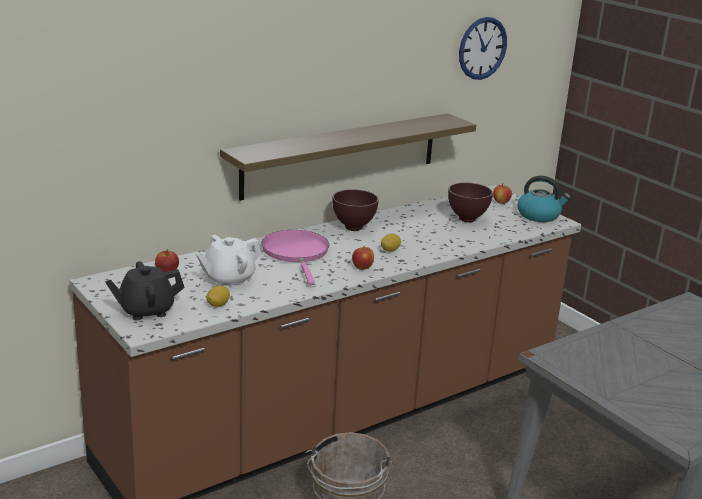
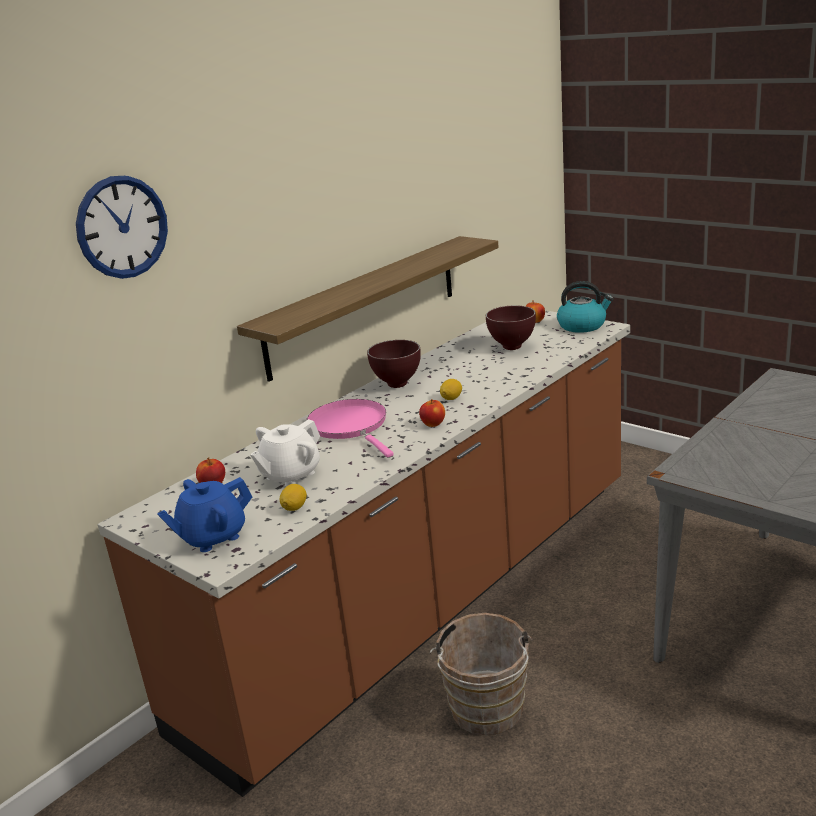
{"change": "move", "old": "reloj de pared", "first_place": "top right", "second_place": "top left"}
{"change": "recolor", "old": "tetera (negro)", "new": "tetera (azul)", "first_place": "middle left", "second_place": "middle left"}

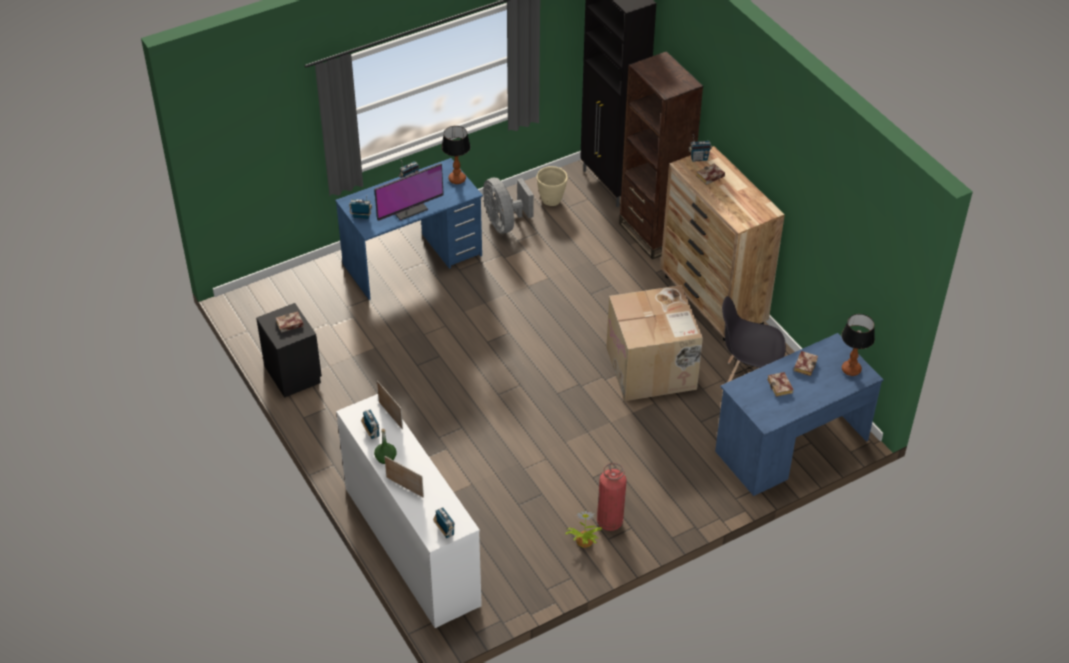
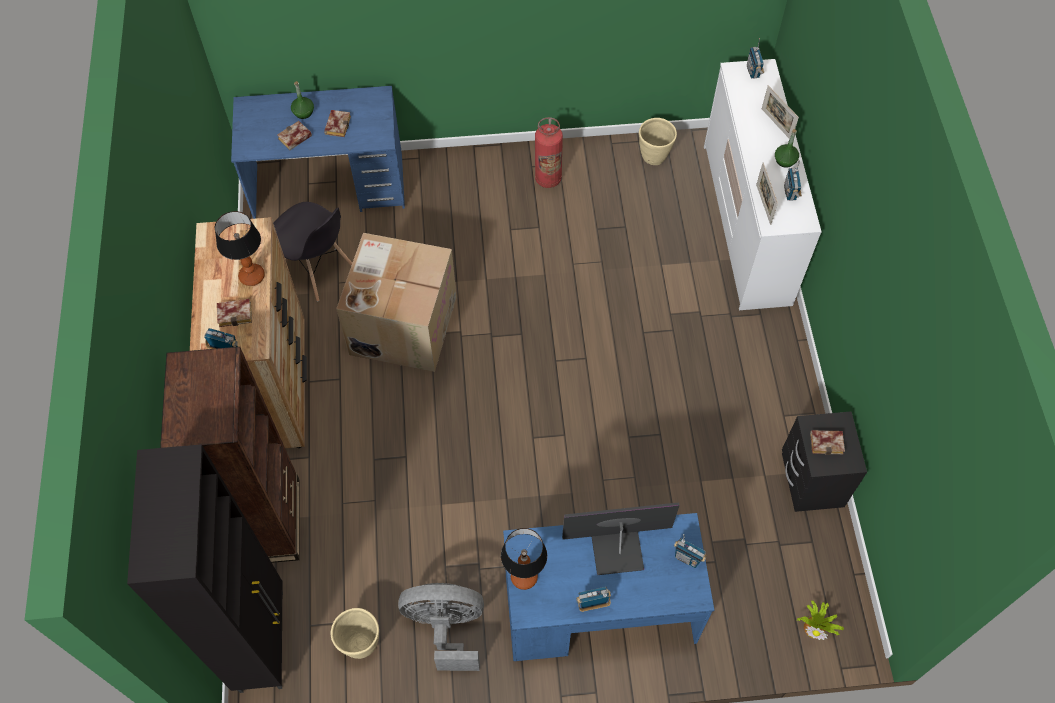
{"change": "rotate", "old": "ventilador (gris)", "first_place": "top centre", "second_place": "bottom centre", "degrees": -90}
{"change": "move", "old": "lámpara de mesa (2nd from left in the first image)", "new": "lámpara de mesa (1st from left)", "first_place": "middle right", "second_place": "middle left"}
{"change": "move", "old": "planta en maceta", "first_place": "bottom centre", "second_place": "bottom right"}
{"change": "insert", "new": "botella (verde) (1st from left)", "second_place": "top left"}
{"change": "insert", "new": "maceta (beis) (2nd from left)", "second_place": "top centre"}

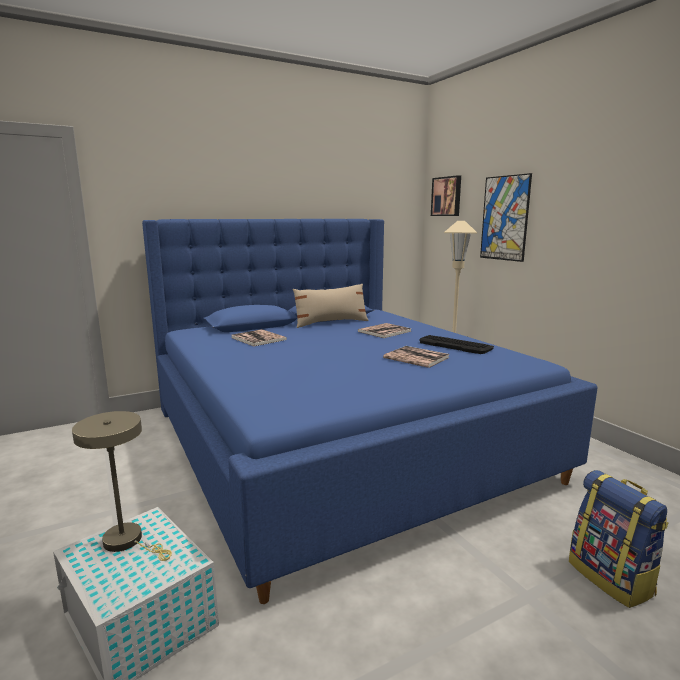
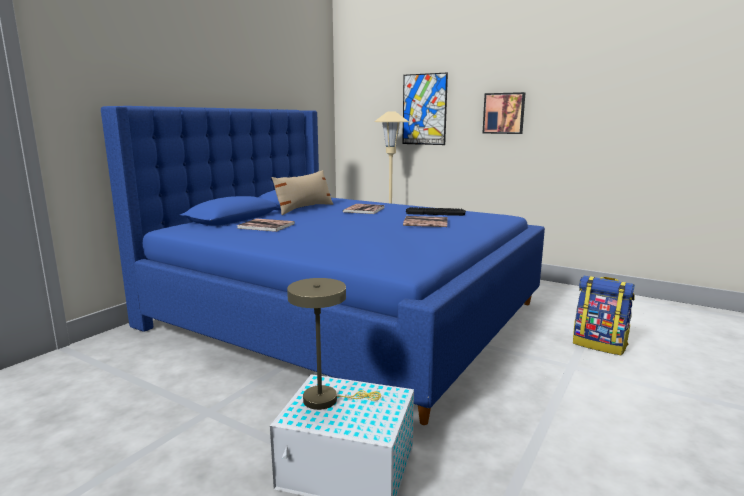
{"change": "move", "old": "cuadro (1st from left in the first image)", "new": "cuadro (2nd from left)", "first_place": "top centre", "second_place": "top right"}

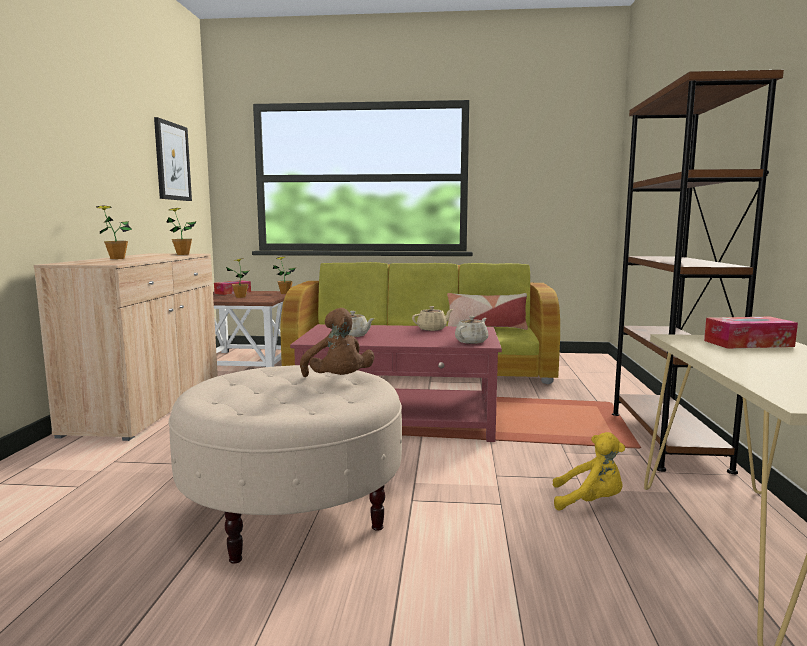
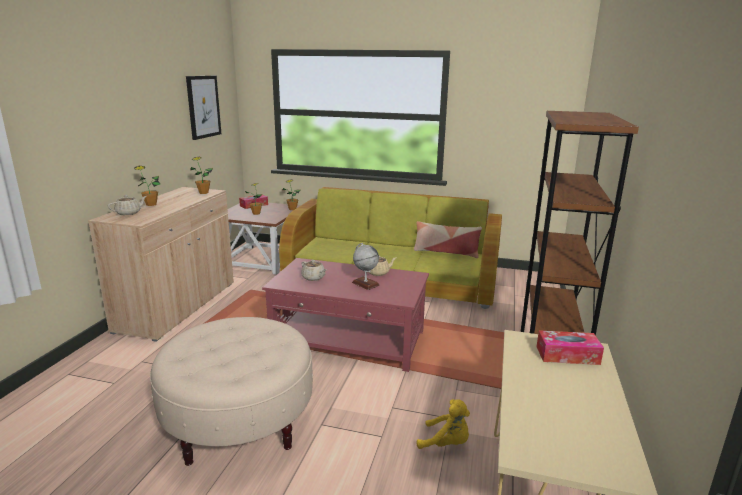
{"change": "delete", "old": "peluche (marrón)", "first_place": "centre"}
{"change": "move", "old": "tetera (beis) (3rd from left in the first image)", "new": "tetera (beis) (1st from left)", "first_place": "centre", "second_place": "middle left"}
{"change": "insert", "new": "globo terráqueo", "second_place": "centre"}

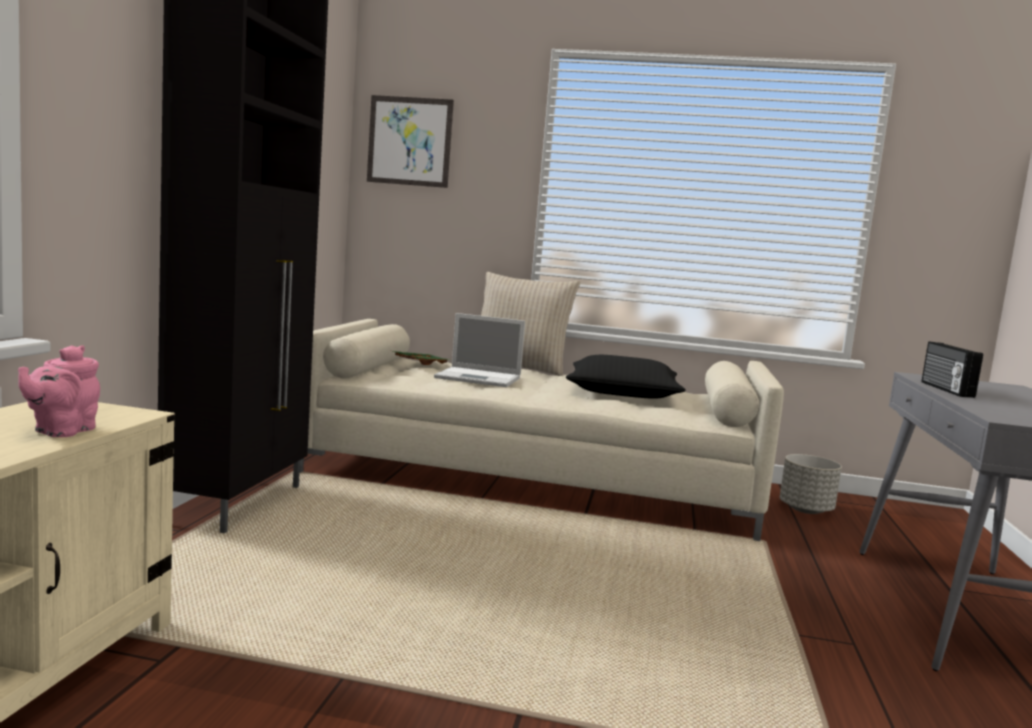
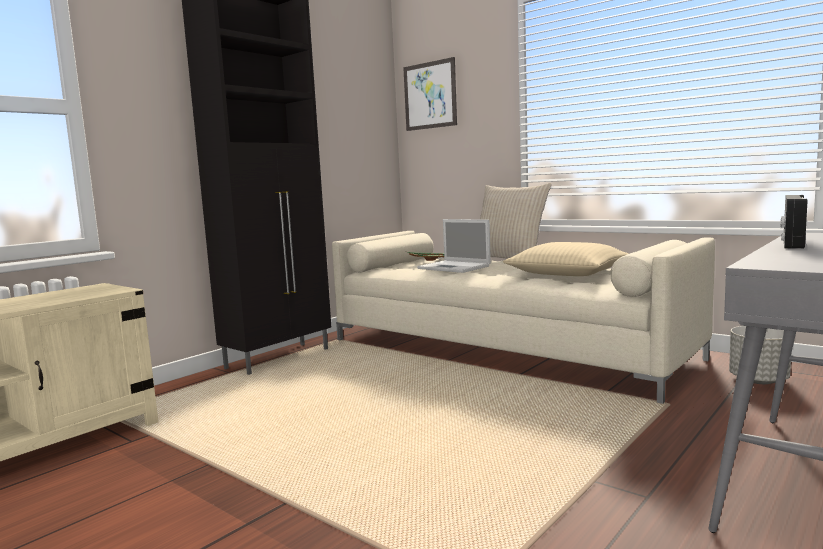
{"change": "delete", "old": "tetera (rosa)", "first_place": "middle left"}
{"change": "recolor", "old": "cojín (negro)", "new": "cojín (beis) (2nd from left)", "first_place": "centre", "second_place": "middle right"}

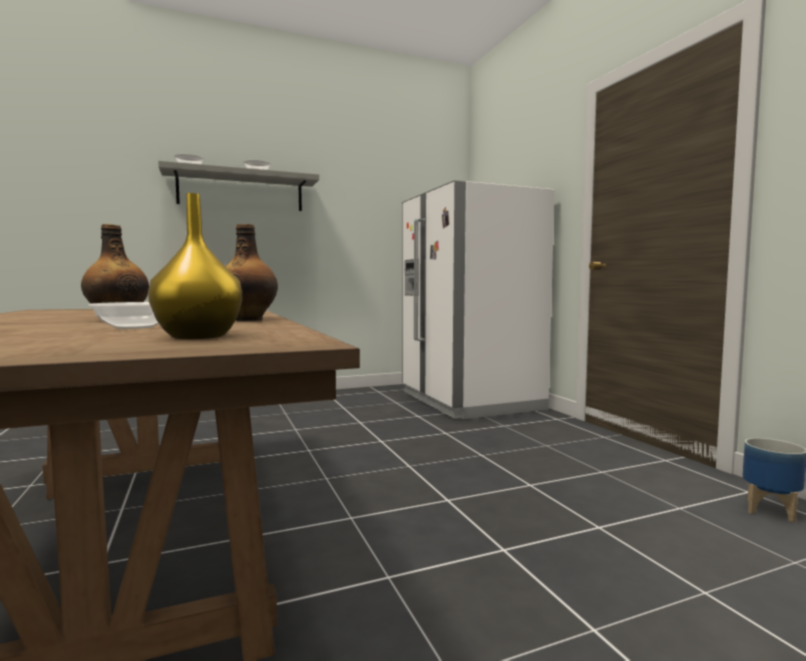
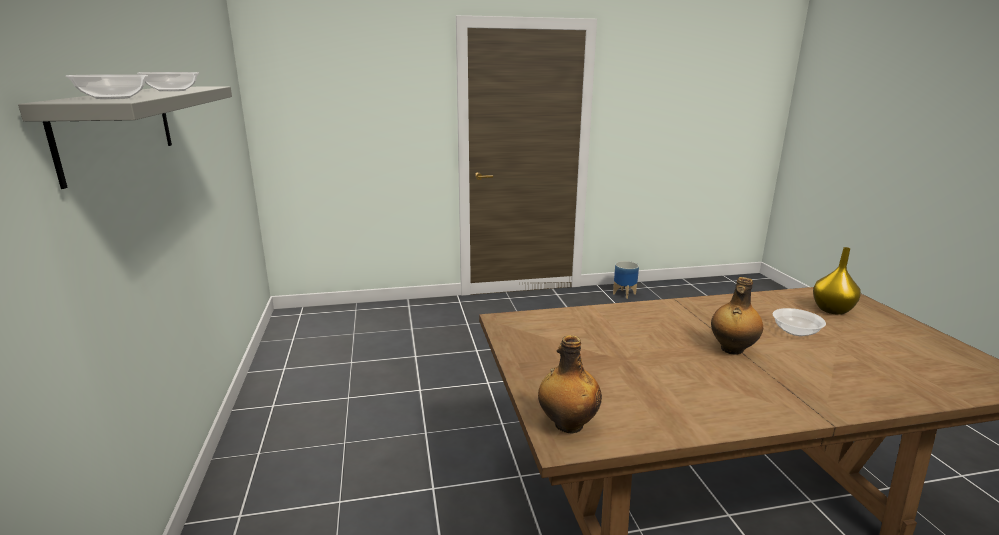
{"change": "delete", "old": "nevera (blanco)", "first_place": "centre"}
{"change": "move", "old": "botella (2nd from left in the first image)", "new": "botella (1st from left)", "first_place": "middle left", "second_place": "bottom centre"}

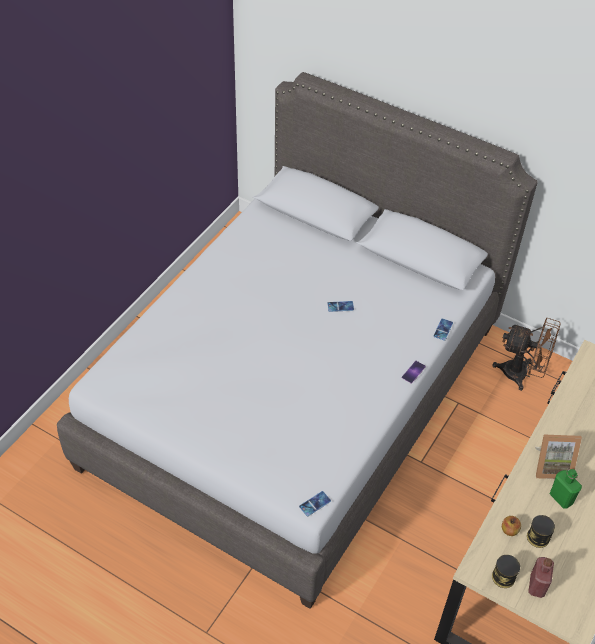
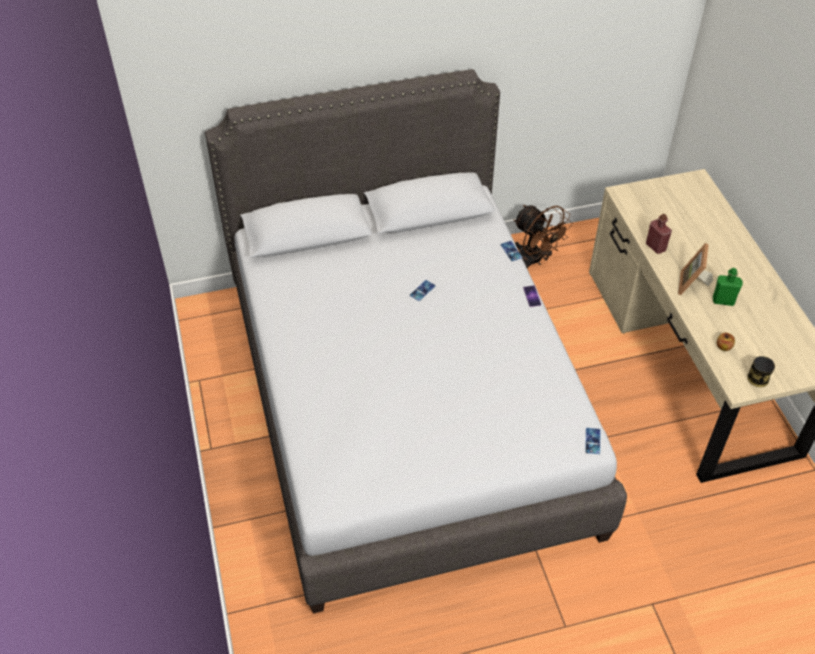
{"change": "rotate", "old": "ventilador (marrón)", "first_place": "middle right", "second_place": "centre", "degrees": 75}
{"change": "rotate", "old": "portarretratos", "first_place": "bottom right", "second_place": "middle right", "degrees": 150}
{"change": "delete", "old": "lata (2nd from left)", "first_place": "bottom right"}
{"change": "move", "old": "botella (rojo)", "first_place": "bottom right", "second_place": "middle right"}

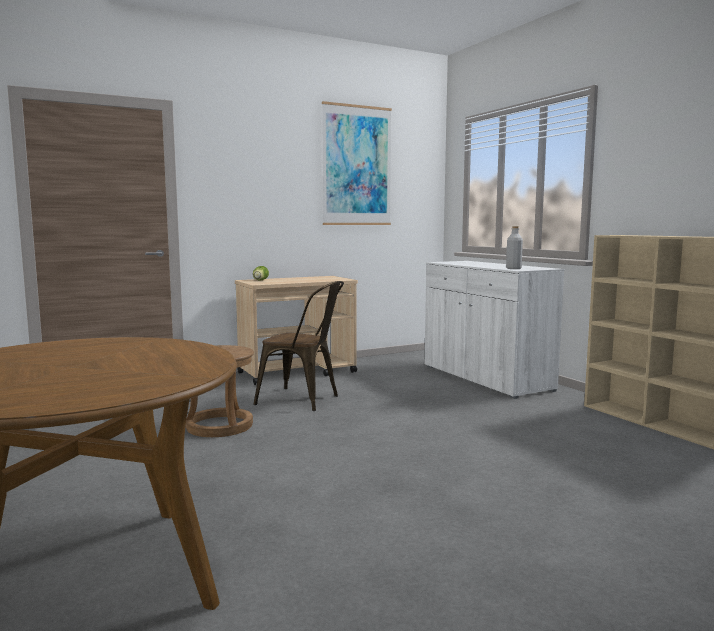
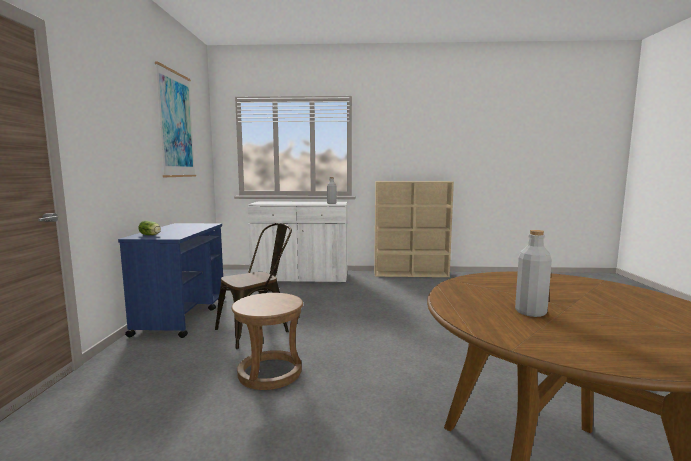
{"change": "recolor", "old": "carrito (beis)", "new": "carrito (azul)", "first_place": "centre", "second_place": "middle left"}
{"change": "insert", "new": "botella (gris) (2nd from left)", "second_place": "middle right"}

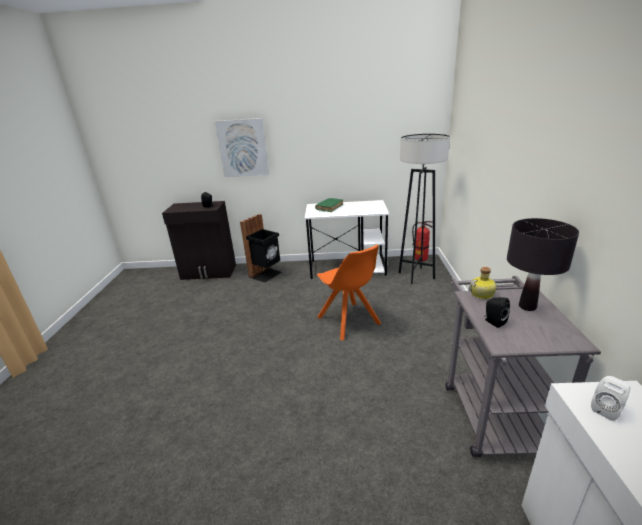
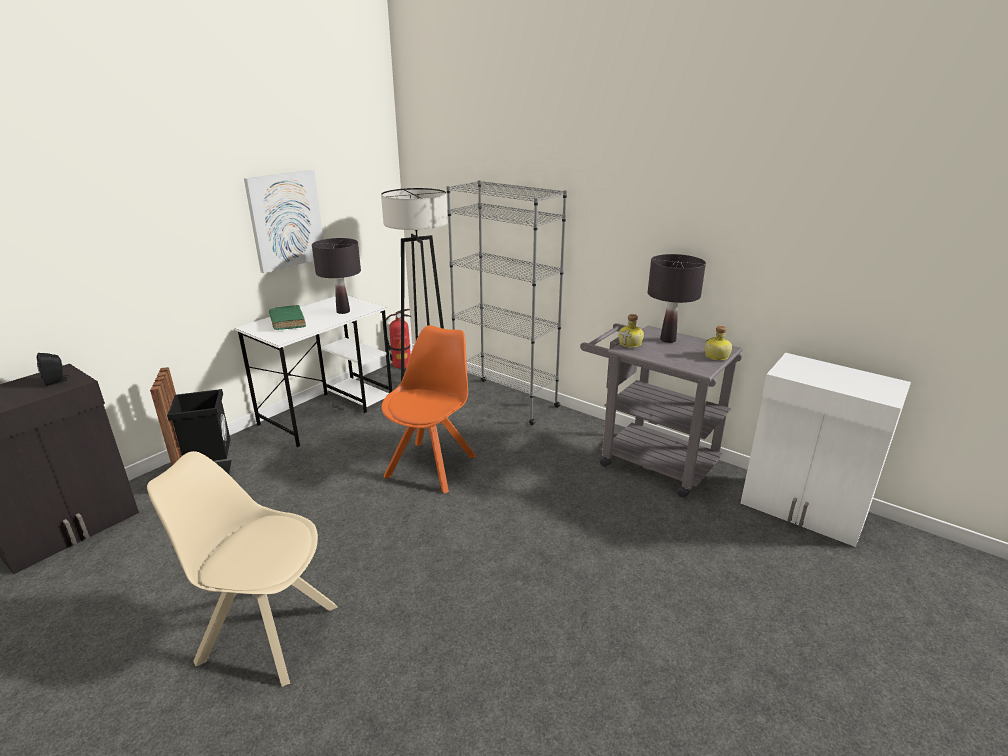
{"change": "move", "old": "cuadro", "first_place": "top centre", "second_place": "top left"}
{"change": "rotate", "old": "silla (naranja)", "first_place": "centre", "second_place": "centre", "degrees": -75}
{"change": "delete", "old": "altavoz (negro) (2nd from left)", "first_place": "middle right"}
{"change": "delete", "old": "altavoz (blanco)", "first_place": "bottom right"}
{"change": "insert", "new": "estantería (gris)", "second_place": "centre"}
{"change": "insert", "new": "lámpara de mesa (negro) (1st from left)", "second_place": "centre"}
{"change": "insert", "new": "botella (2nd from left)", "second_place": "middle right"}
{"change": "insert", "new": "silla (beis)", "second_place": "bottom left"}

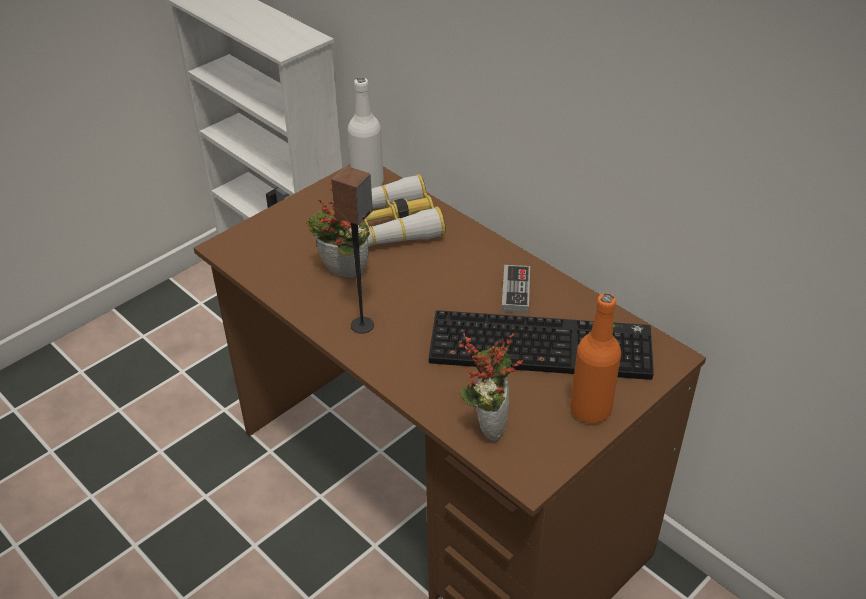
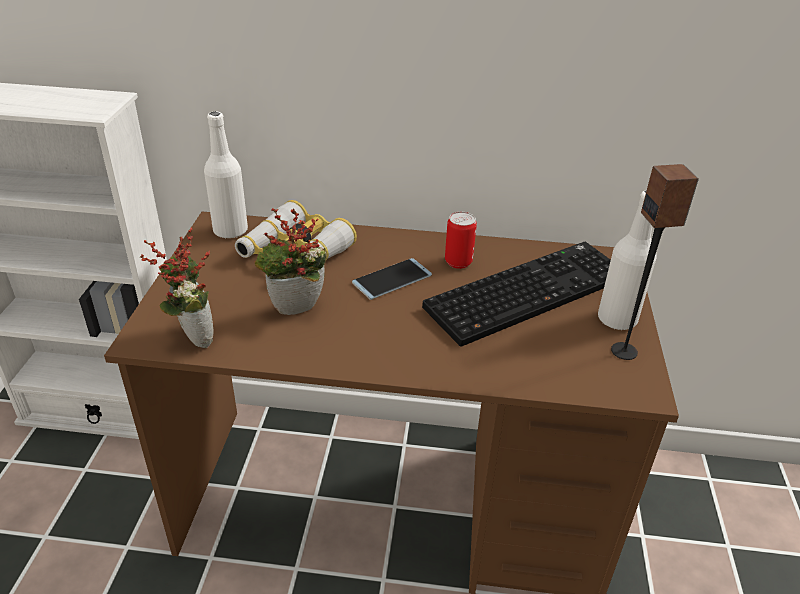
{"change": "move", "old": "altavoz", "first_place": "centre", "second_place": "middle right"}
{"change": "replace", "old": "mando de consola", "new": "lata", "first_place": "centre", "second_place": "centre"}
{"change": "recolor", "old": "botella (naranja)", "new": "botella (blanco) (2nd from left)", "first_place": "middle right", "second_place": "middle right"}
{"change": "move", "old": "planta en maceta (2nd from left in the first image)", "new": "planta en maceta (1st from left)", "first_place": "centre", "second_place": "middle left"}
{"change": "insert", "new": "móvil", "second_place": "centre"}

